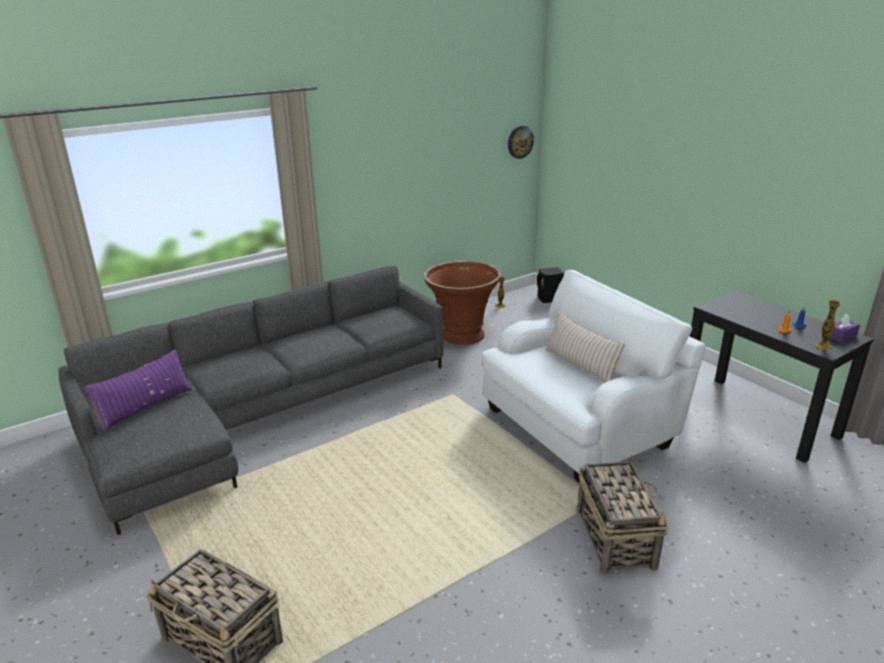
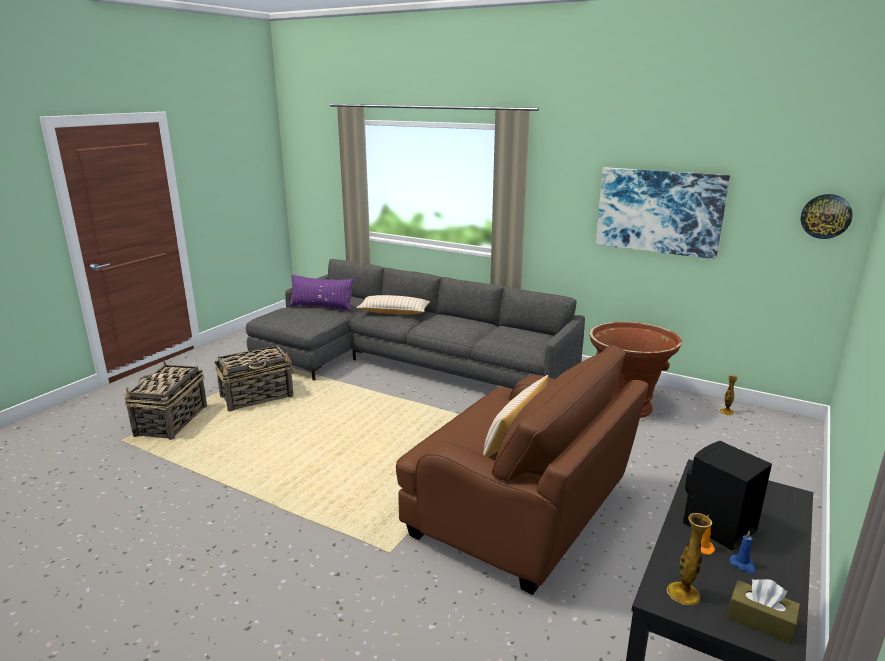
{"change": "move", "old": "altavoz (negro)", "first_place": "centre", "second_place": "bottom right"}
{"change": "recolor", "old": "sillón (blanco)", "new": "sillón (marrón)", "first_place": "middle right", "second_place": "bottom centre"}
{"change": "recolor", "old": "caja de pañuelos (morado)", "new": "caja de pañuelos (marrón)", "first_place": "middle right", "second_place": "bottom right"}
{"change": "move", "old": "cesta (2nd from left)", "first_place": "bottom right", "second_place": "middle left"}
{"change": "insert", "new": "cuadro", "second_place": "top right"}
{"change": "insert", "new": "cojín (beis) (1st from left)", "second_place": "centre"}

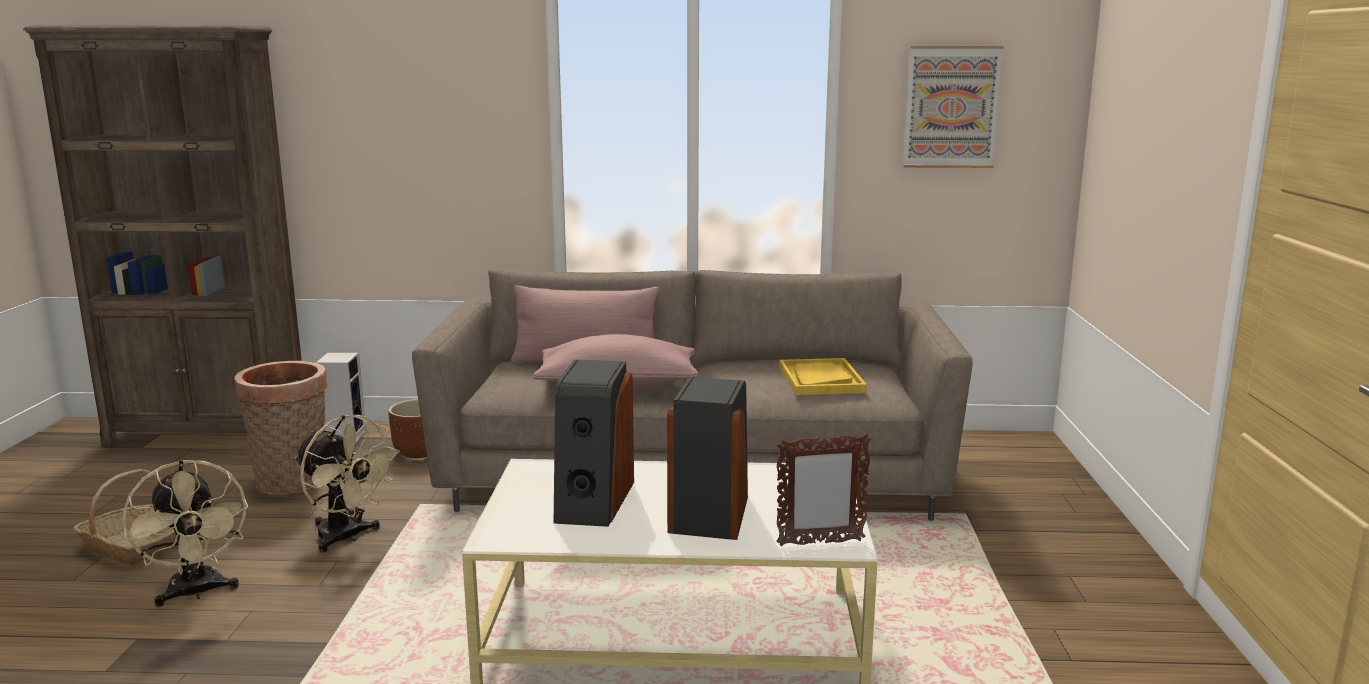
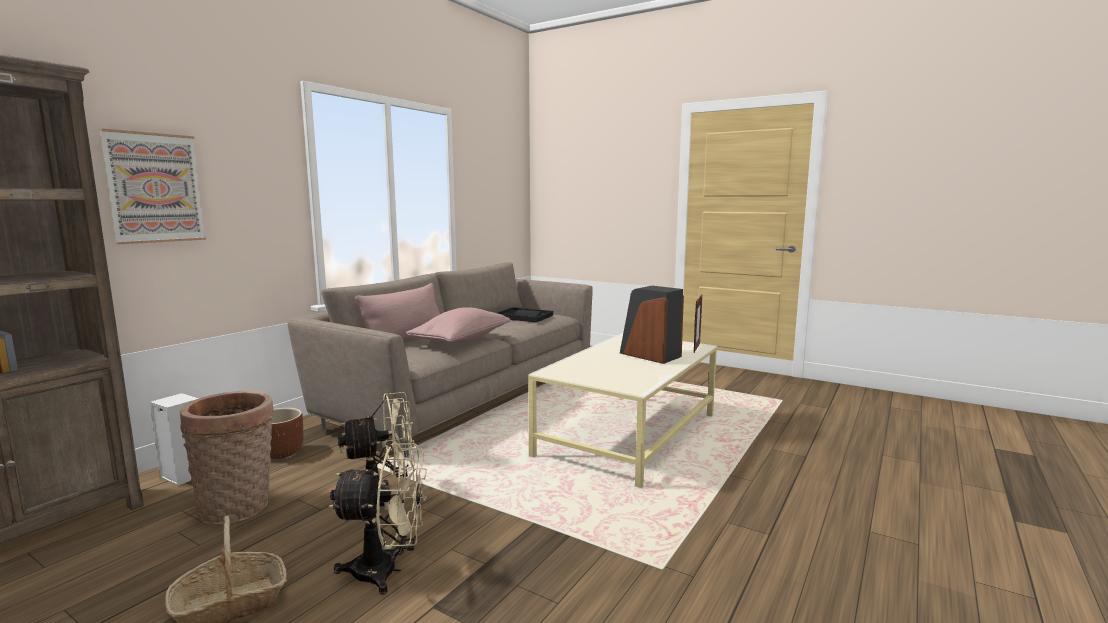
{"change": "move", "old": "cuadro", "first_place": "top right", "second_place": "top left"}
{"change": "recolor", "old": "bandeja (amarillo)", "new": "bandeja (negro)", "first_place": "centre", "second_place": "centre"}
{"change": "delete", "old": "altavoz (2nd from left)", "first_place": "centre"}

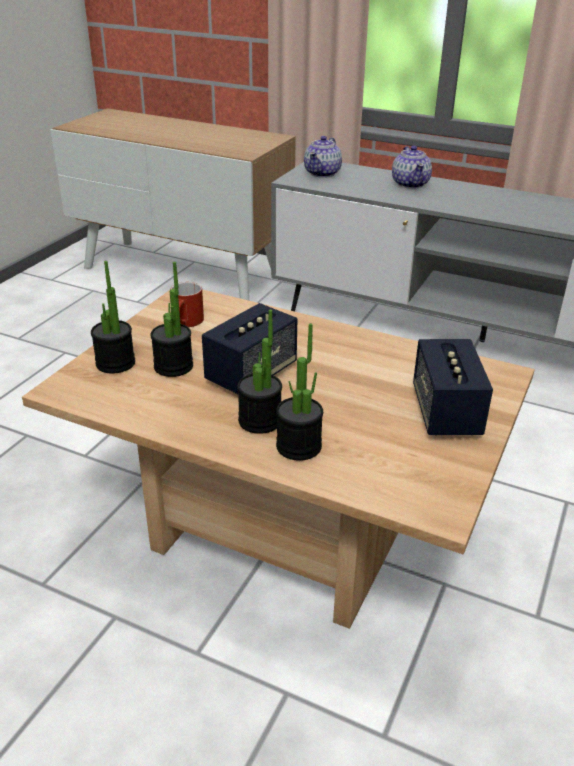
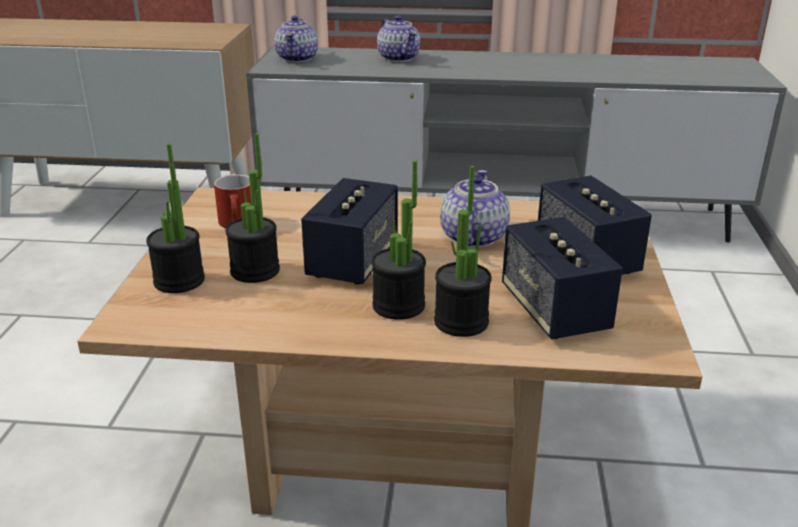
{"change": "insert", "new": "tetera (3rd from left)", "second_place": "centre"}
{"change": "insert", "new": "altavoz (2nd from left)", "second_place": "middle right"}

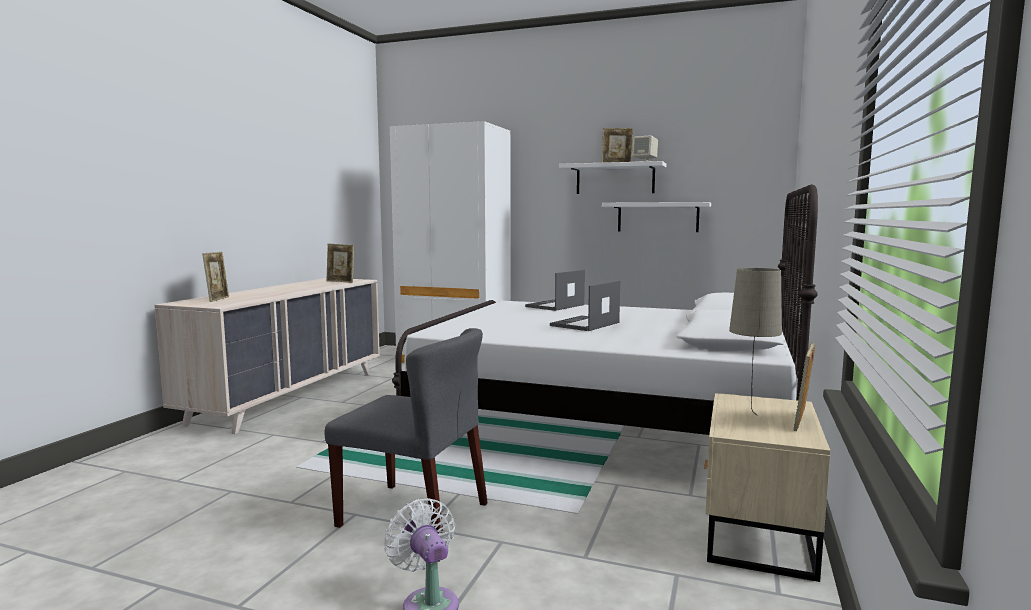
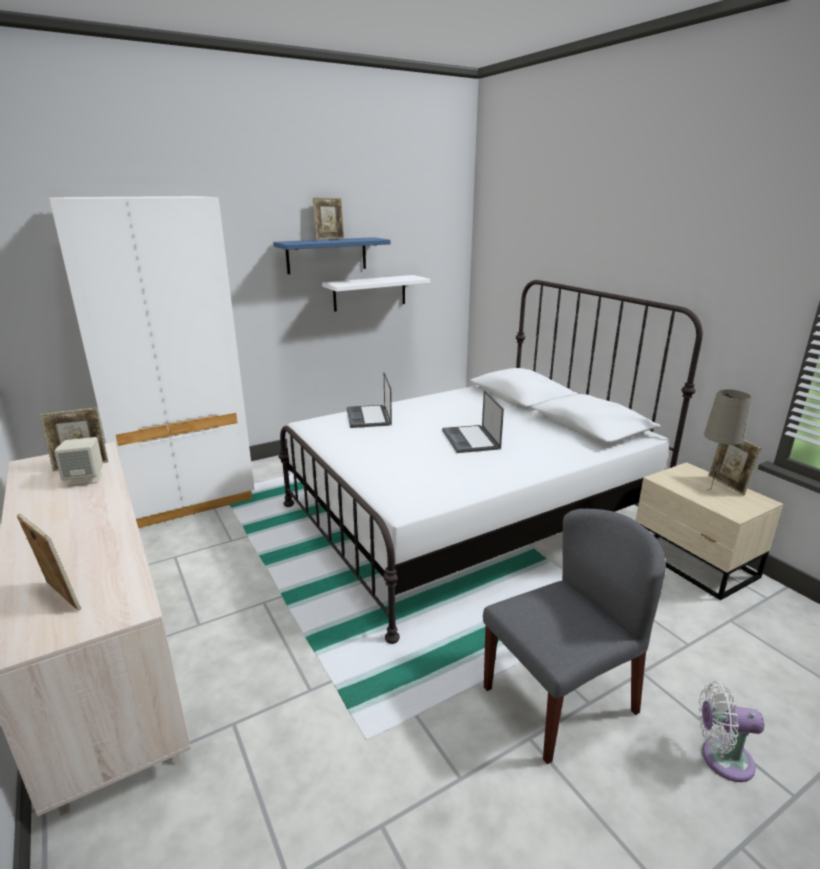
{"change": "move", "old": "altavoz (beis)", "first_place": "top centre", "second_place": "middle left"}
{"change": "recolor", "old": "estante (blanco) (1st from left)", "new": "estante (azul)", "first_place": "top centre", "second_place": "top centre"}

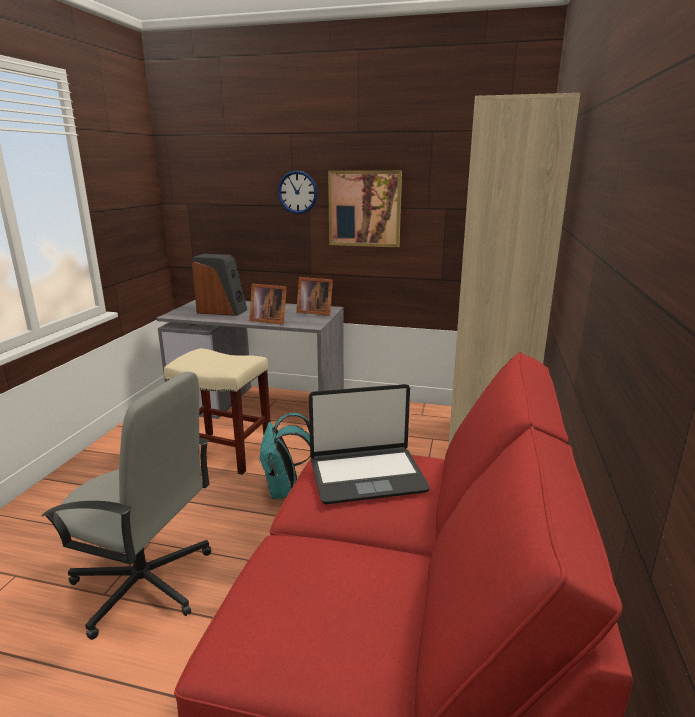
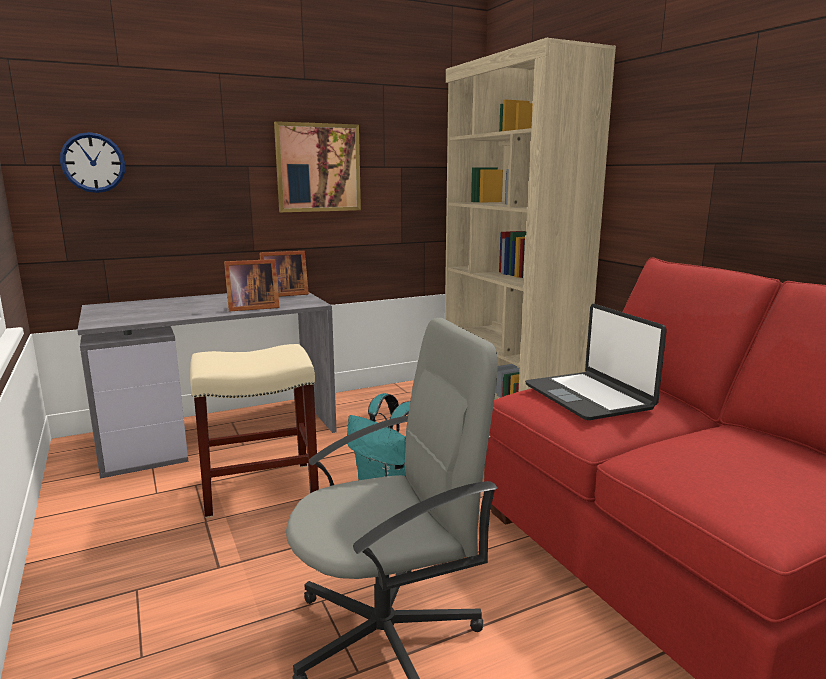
{"change": "move", "old": "reloj de pared", "first_place": "top centre", "second_place": "top left"}
{"change": "delete", "old": "altavoz", "first_place": "middle left"}
{"change": "rotate", "old": "portátil", "first_place": "centre", "second_place": "middle right", "degrees": 120}

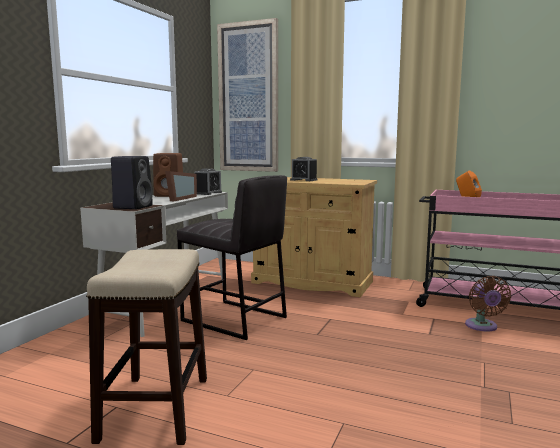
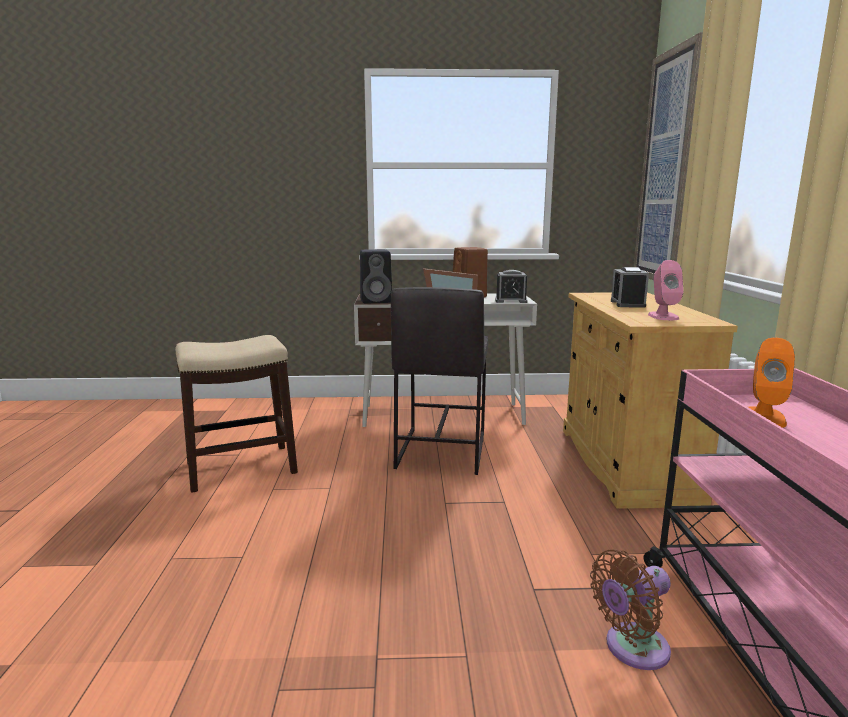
{"change": "insert", "new": "altavoz (rosa)", "second_place": "middle right"}

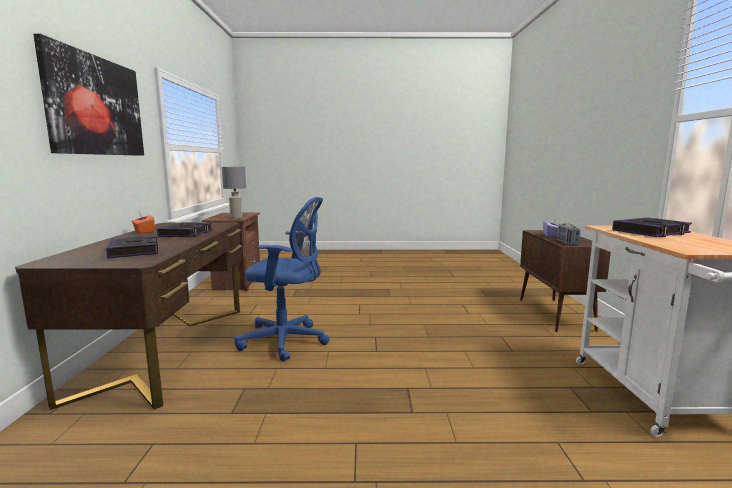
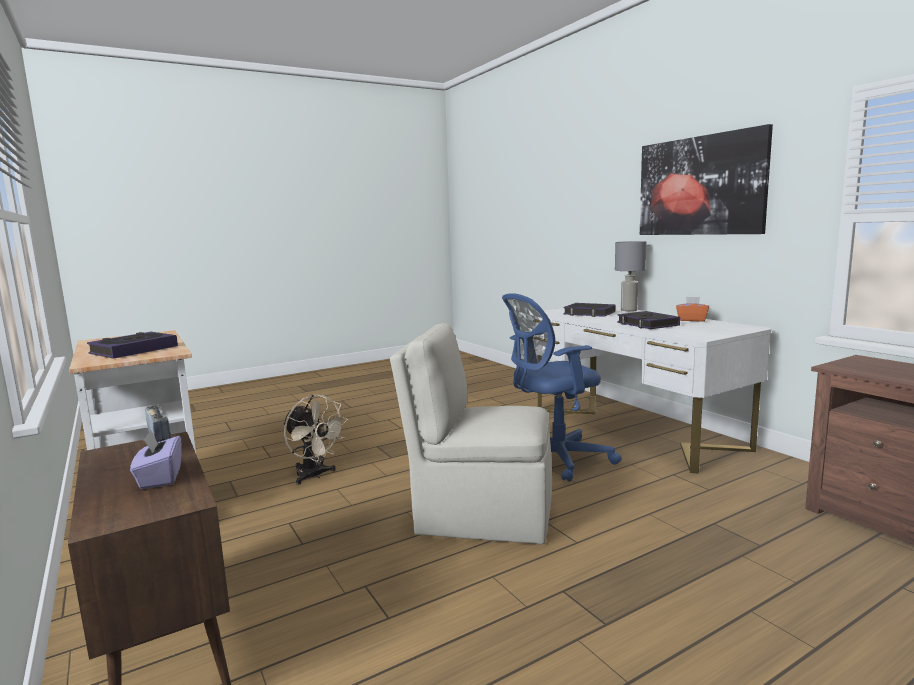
{"change": "move", "old": "lámpara de mesa (gris)", "first_place": "middle left", "second_place": "middle right"}
{"change": "recolor", "old": "escritorio (marrón)", "new": "escritorio (blanco)", "first_place": "middle left", "second_place": "middle right"}
{"change": "insert", "new": "silla (beis)", "second_place": "centre"}
{"change": "insert", "new": "ventilador (beis)", "second_place": "centre"}

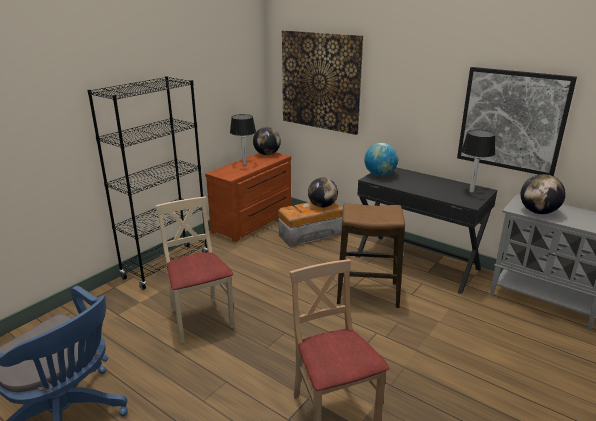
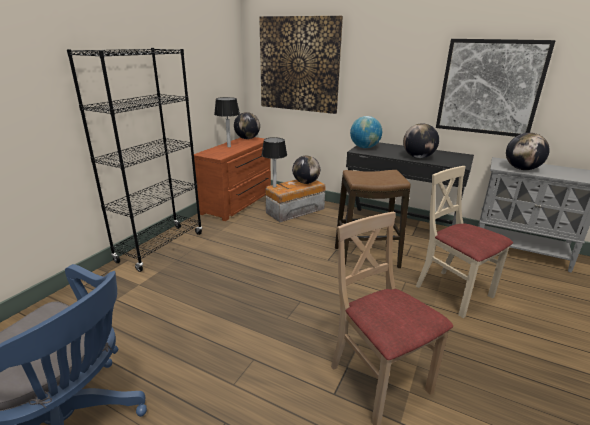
{"change": "move", "old": "lámpara de mesa (2nd from left)", "first_place": "middle right", "second_place": "centre"}
{"change": "move", "old": "silla (beis) (1st from left in the first image)", "new": "silla (beis) (2nd from left)", "first_place": "middle left", "second_place": "middle right"}
{"change": "insert", "new": "globo terráqueo (4th from left)", "second_place": "top right"}

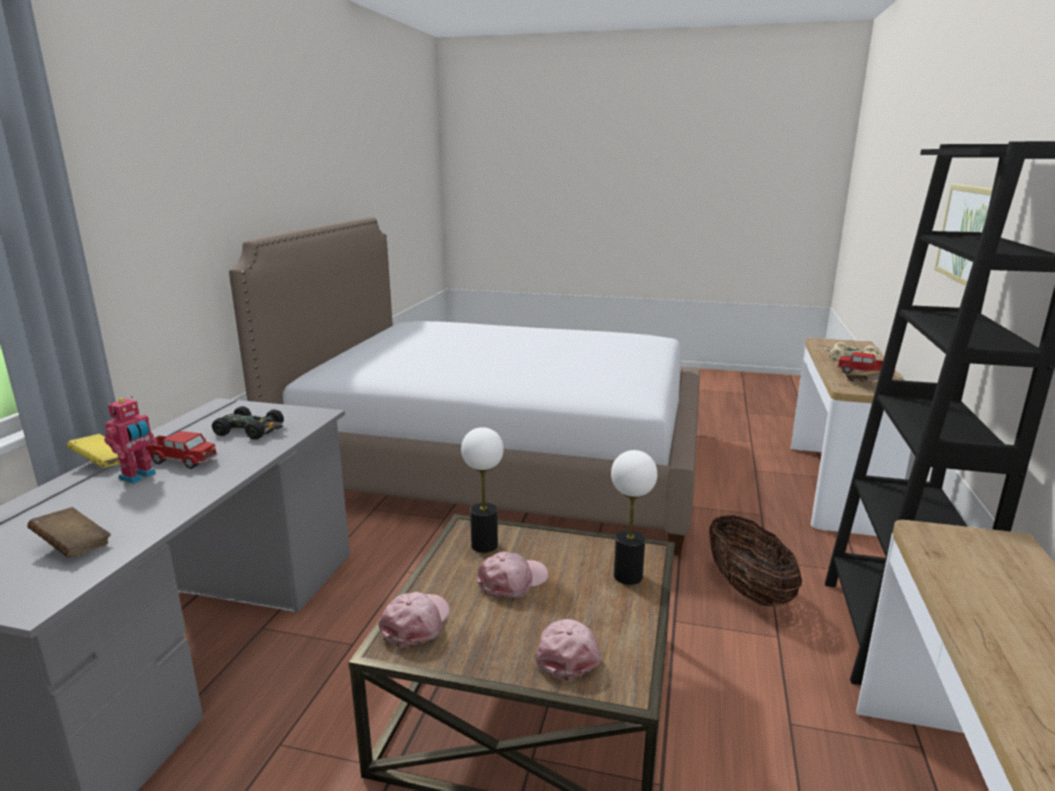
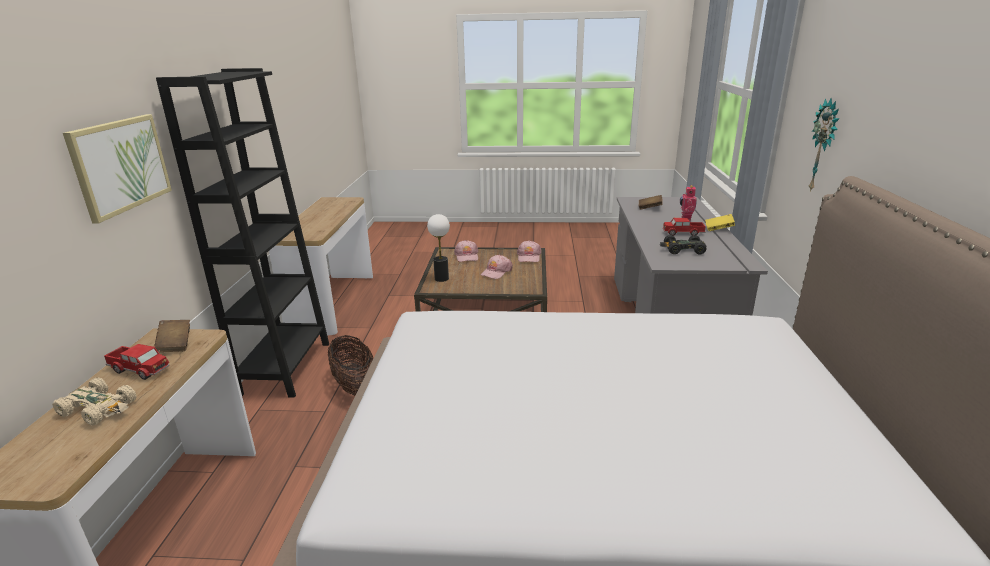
{"change": "delete", "old": "lámpara de mesa (1st from left)", "first_place": "centre"}
{"change": "insert", "new": "reloj de pared", "second_place": "top right"}

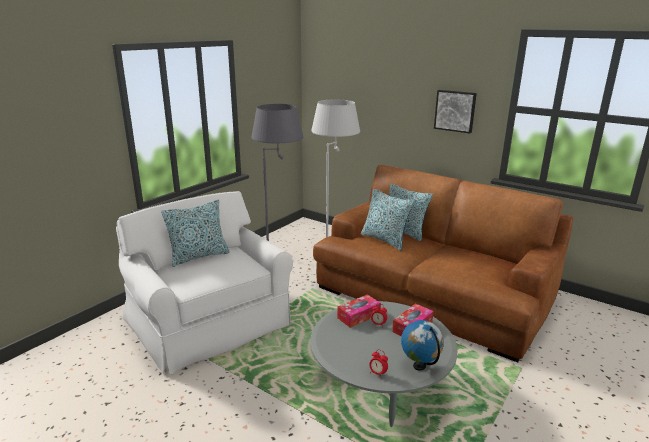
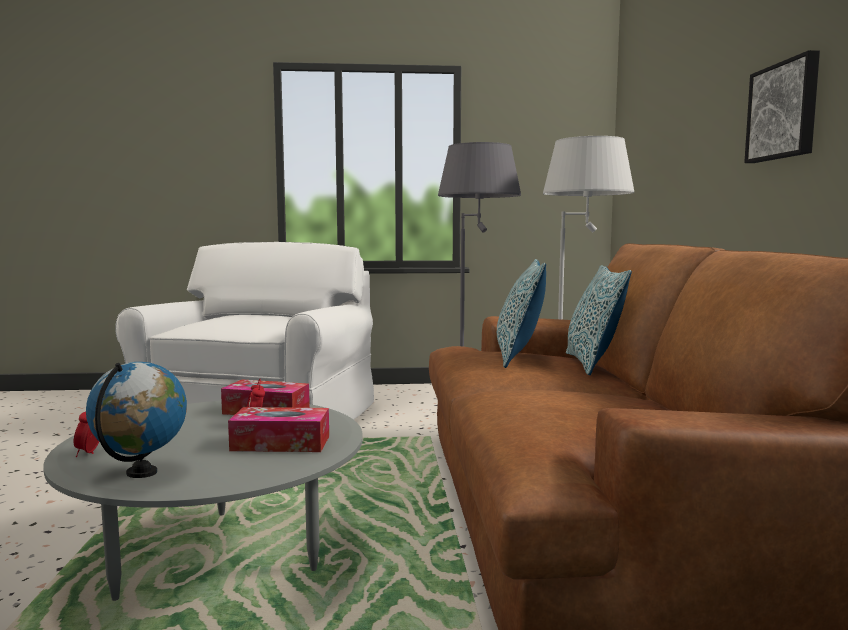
{"change": "delete", "old": "cojín (1st from left)", "first_place": "middle left"}

